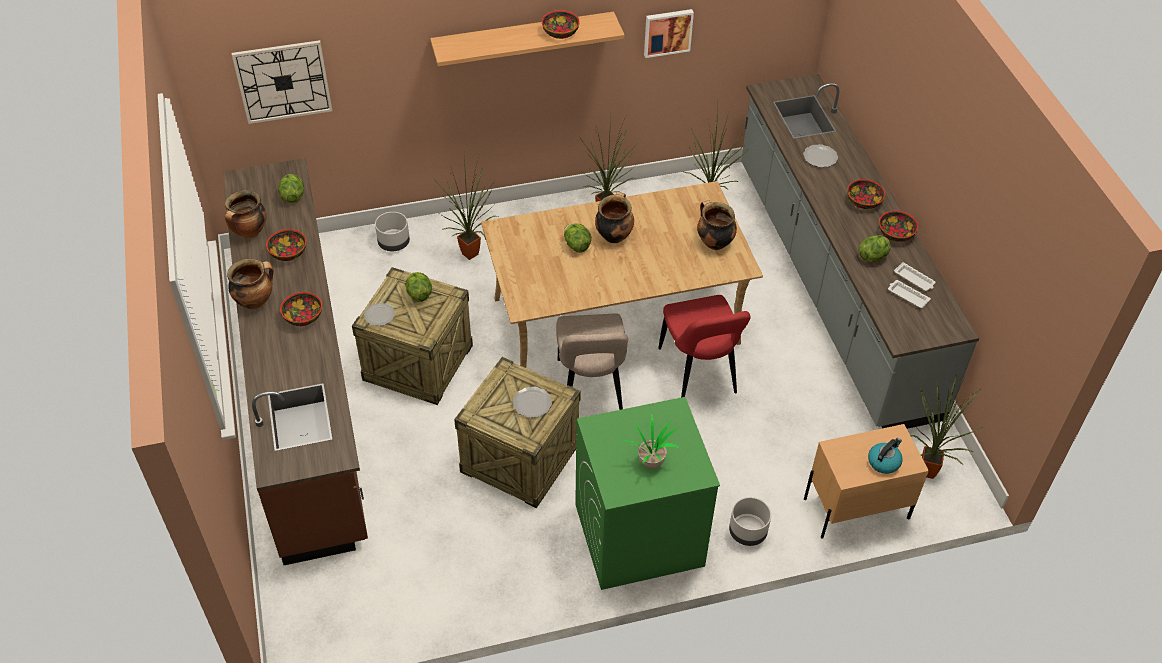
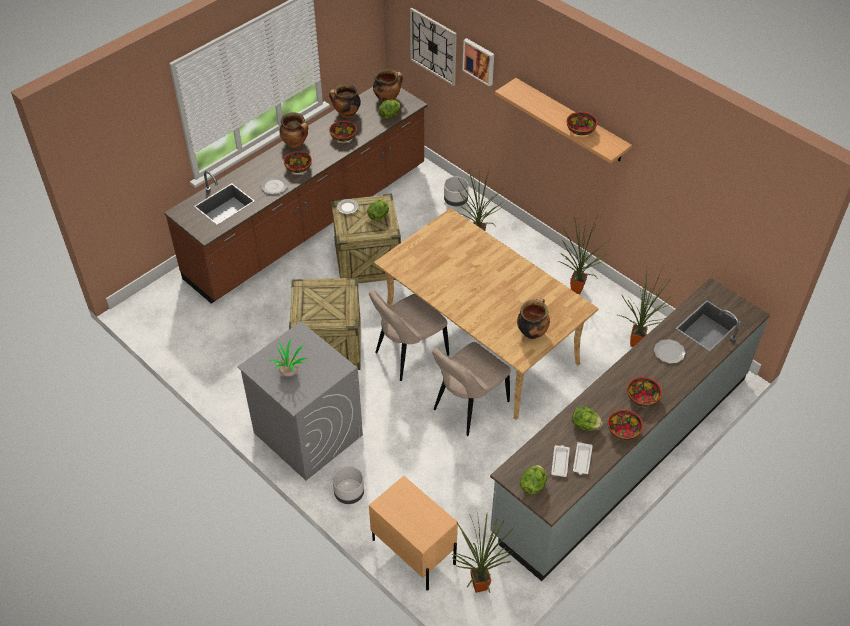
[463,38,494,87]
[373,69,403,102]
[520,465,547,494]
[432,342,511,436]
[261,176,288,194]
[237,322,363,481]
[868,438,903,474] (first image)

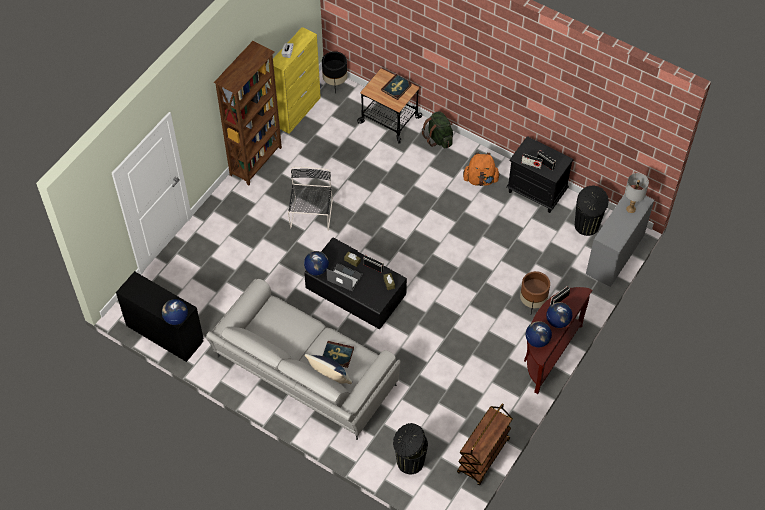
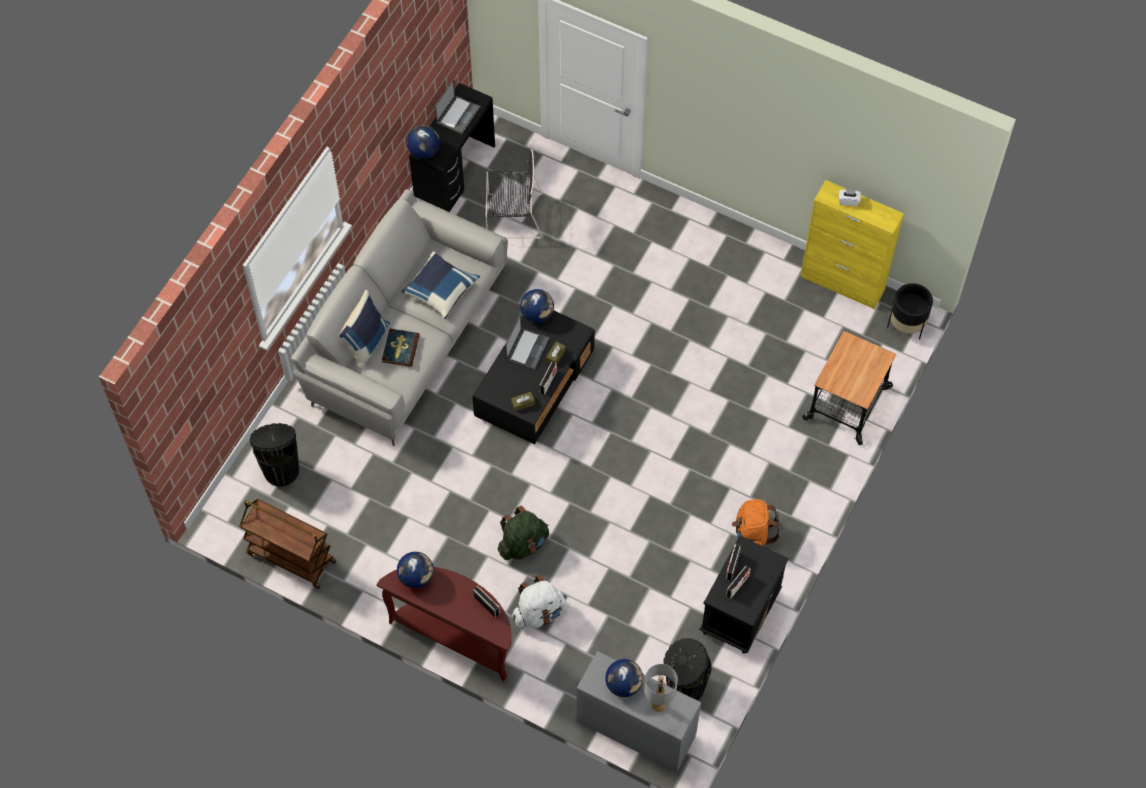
[214,41,282,186] (first image)
[381,74,412,100] (first image)
[498,506,549,560]
[486,149,543,239]
[512,575,567,628]
[605,659,643,697]
[435,79,481,134]
[401,251,480,319]

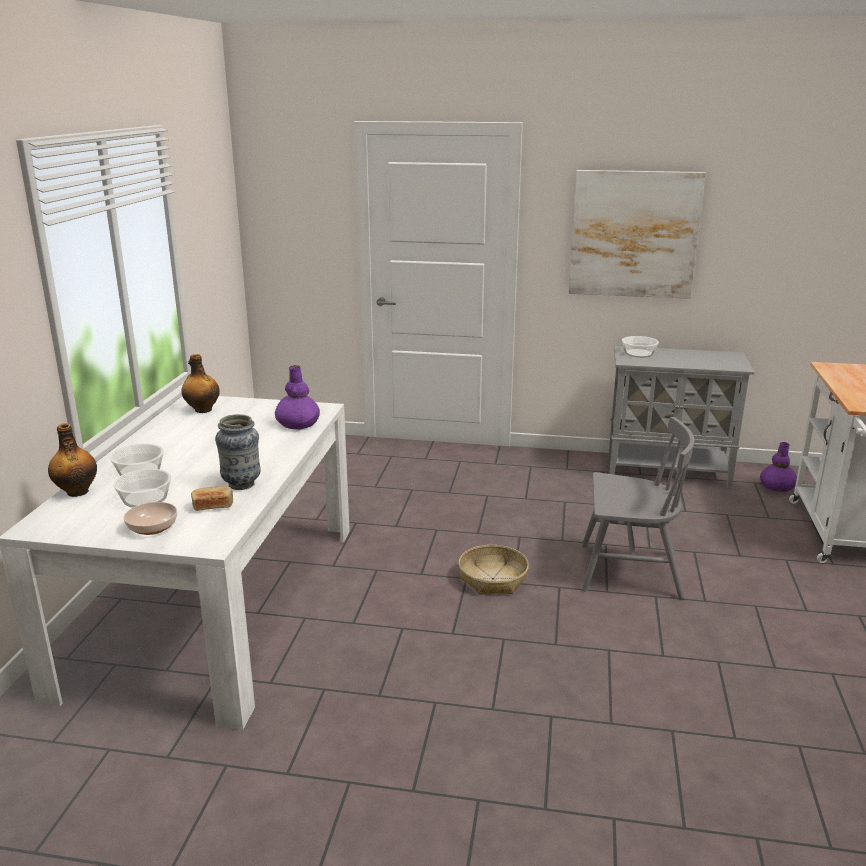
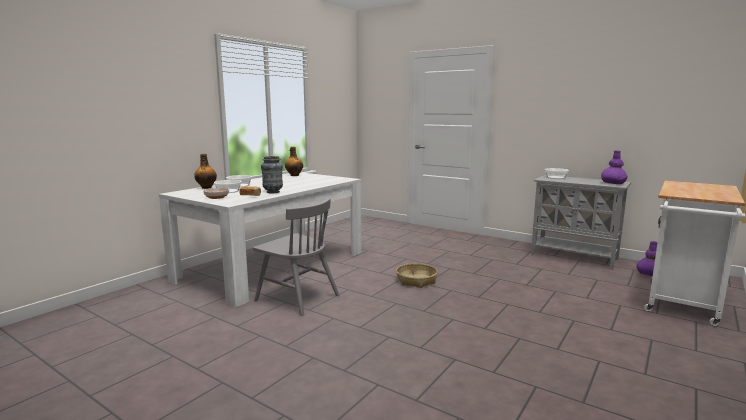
[569,170,706,299] (first image)
[601,151,627,184]
[253,198,340,316]

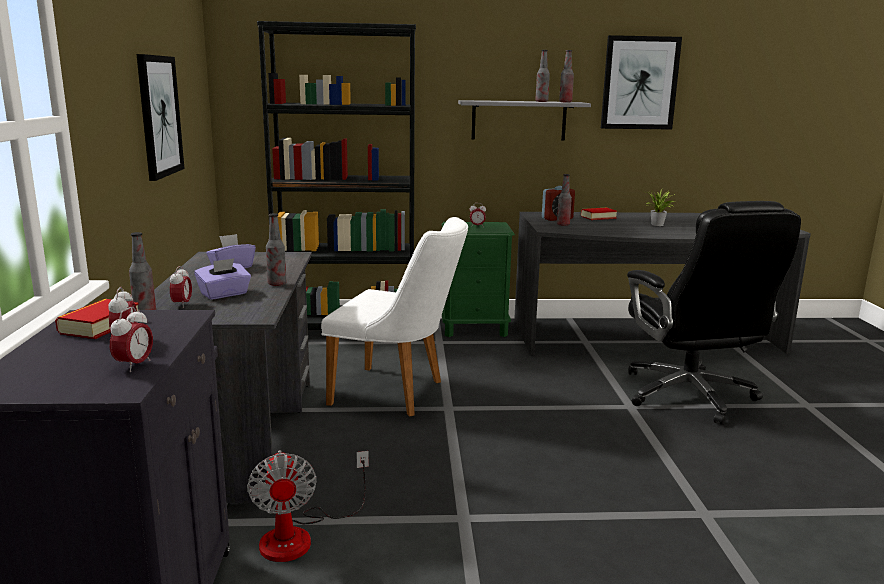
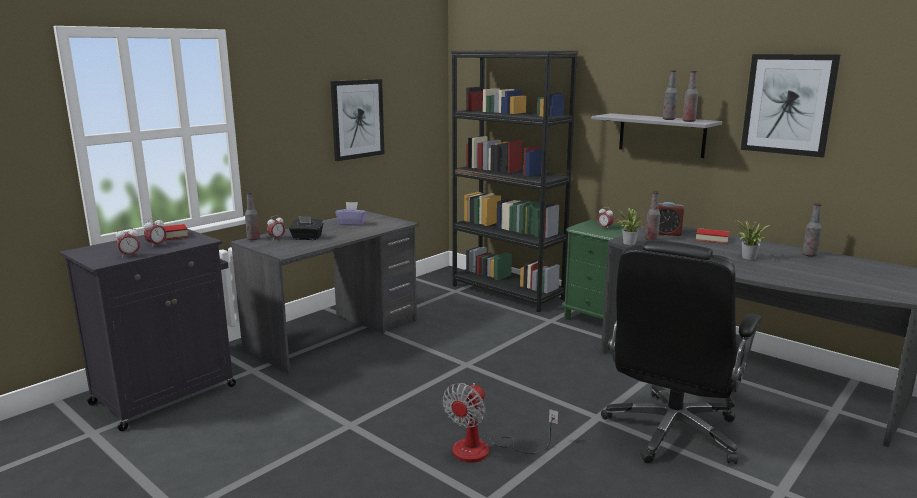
[802,203,822,257]
[321,217,468,417] (first image)
[289,216,323,240]
[443,383,558,463]
[616,207,644,245]

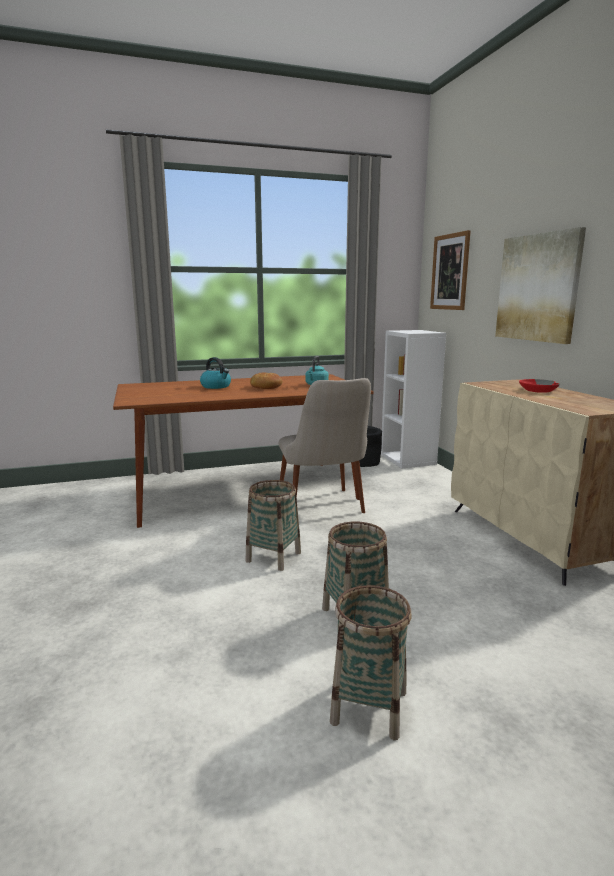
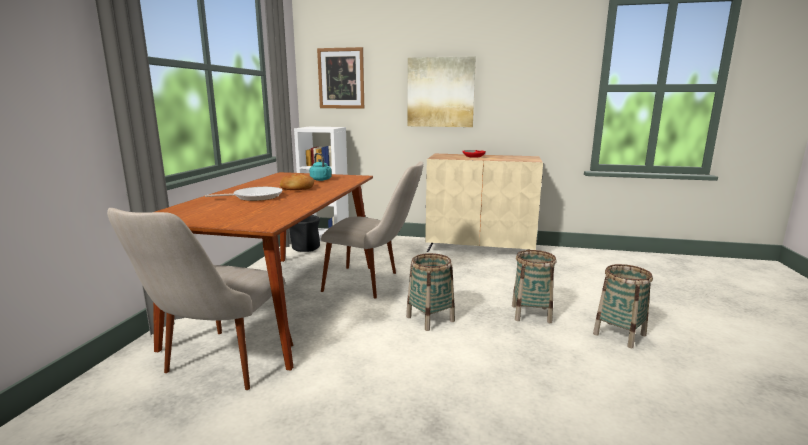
[205,187,283,201]
[107,208,293,390]

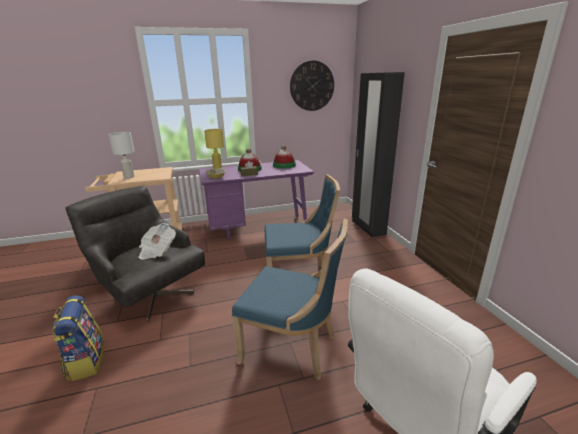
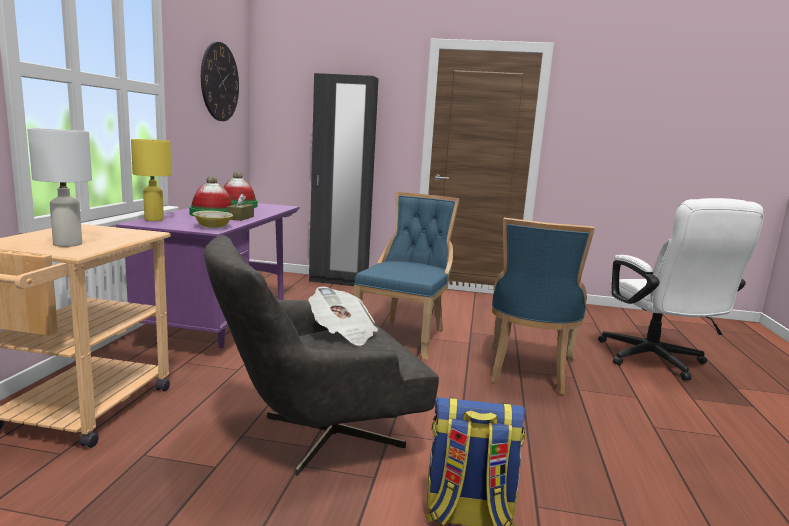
[490,218,595,395]

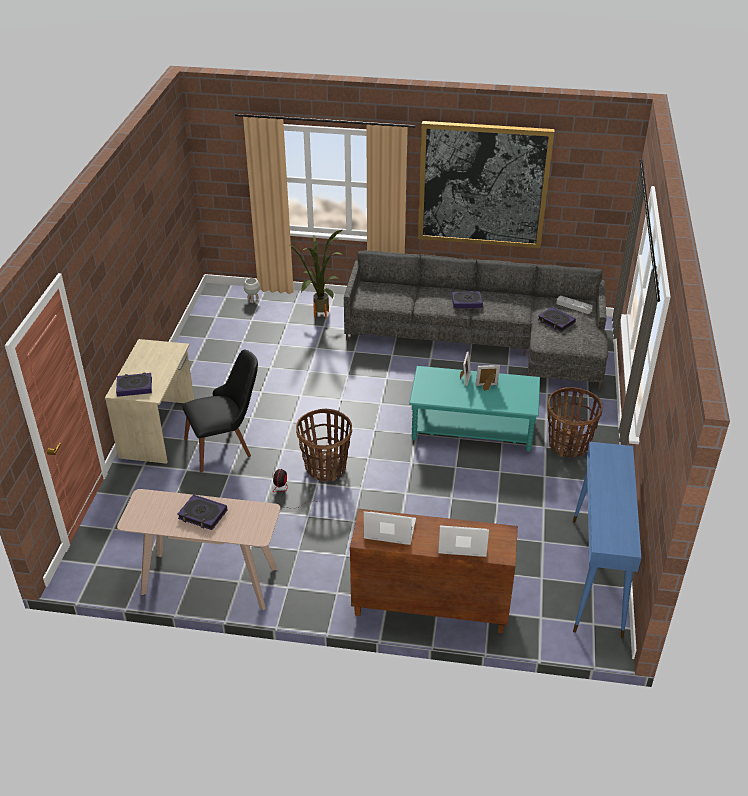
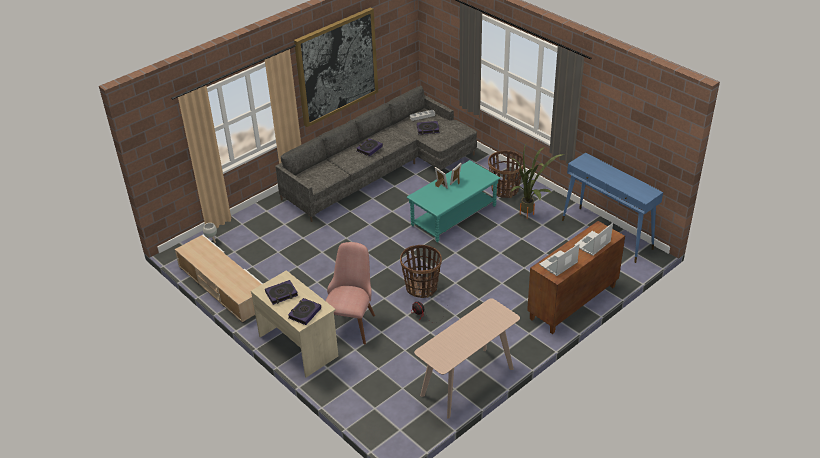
[511,142,564,219]
[325,242,375,344]
[265,280,298,305]
[175,235,263,323]

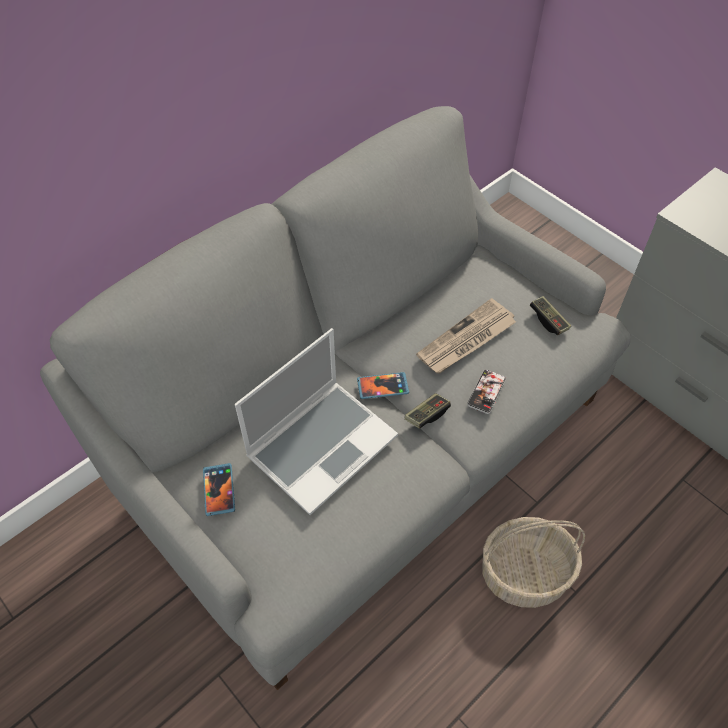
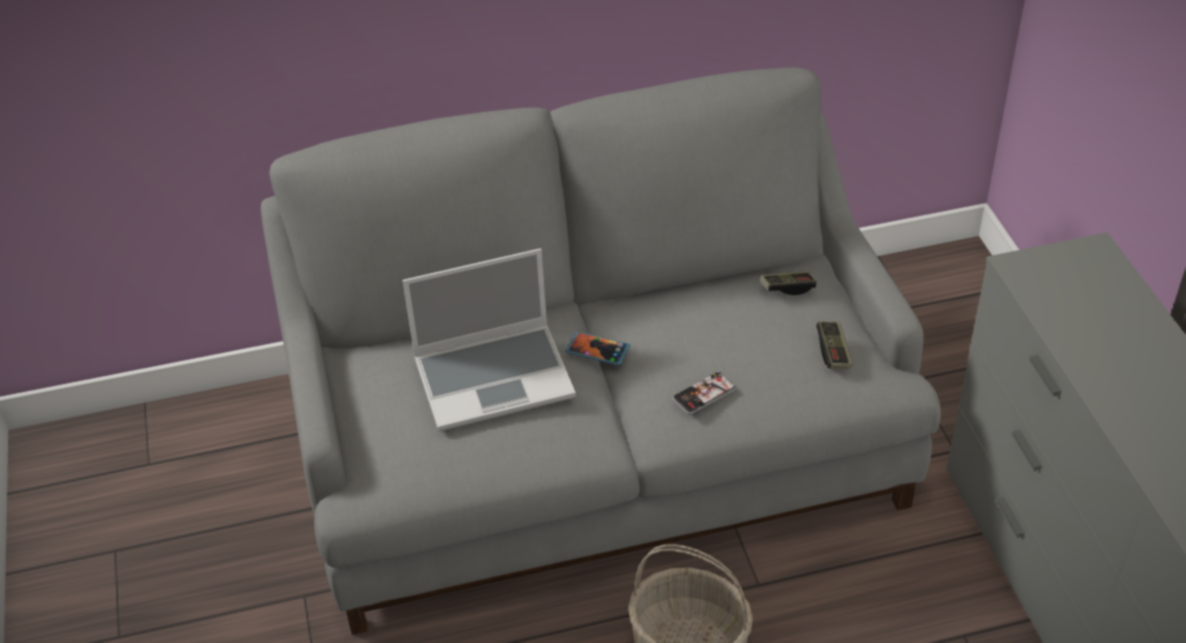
[416,298,516,374] (first image)
[760,271,817,295]
[203,463,235,516] (first image)

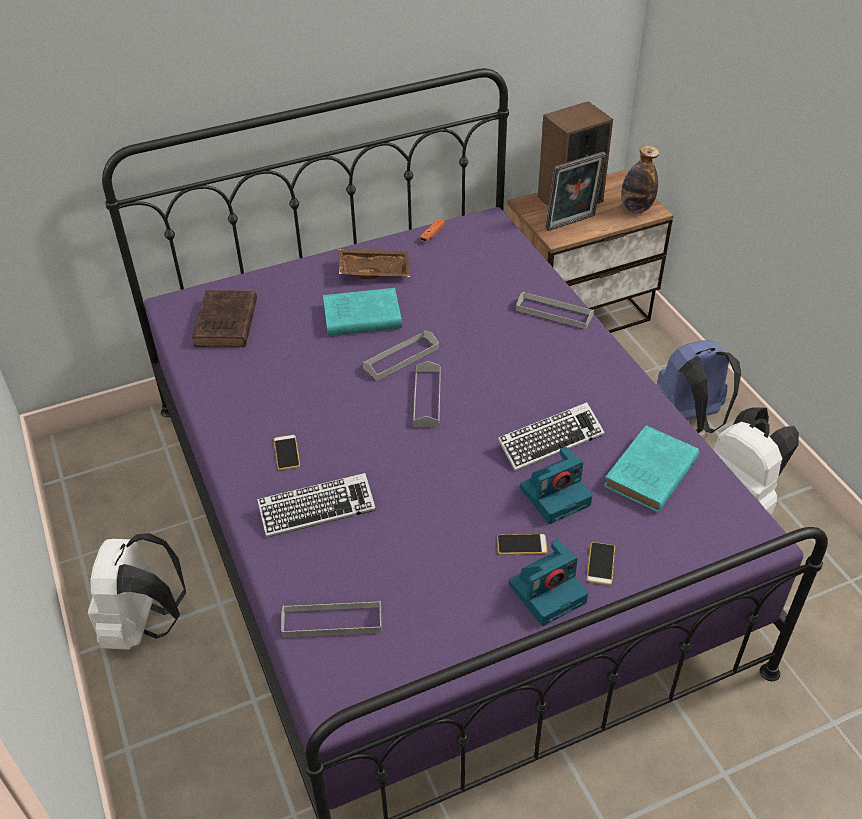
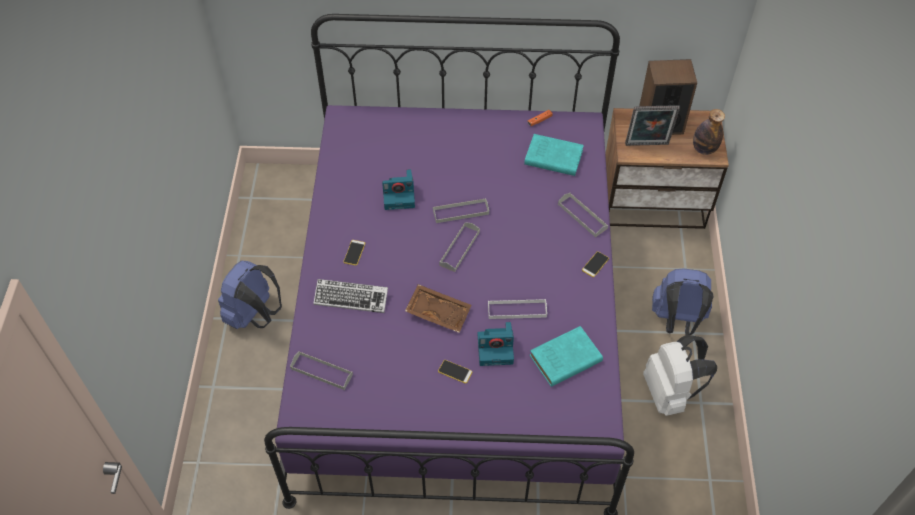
[405,284,471,333]
[524,134,584,176]
[192,290,257,347] (first image)
[488,299,547,319]
[218,261,282,329]
[382,169,415,210]
[582,251,609,277]

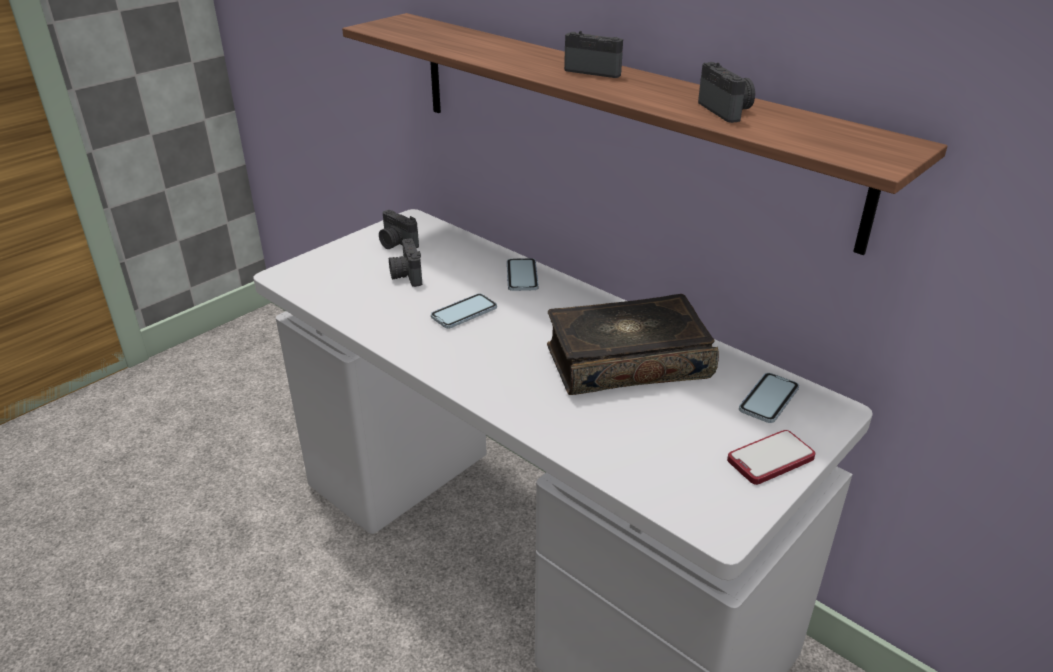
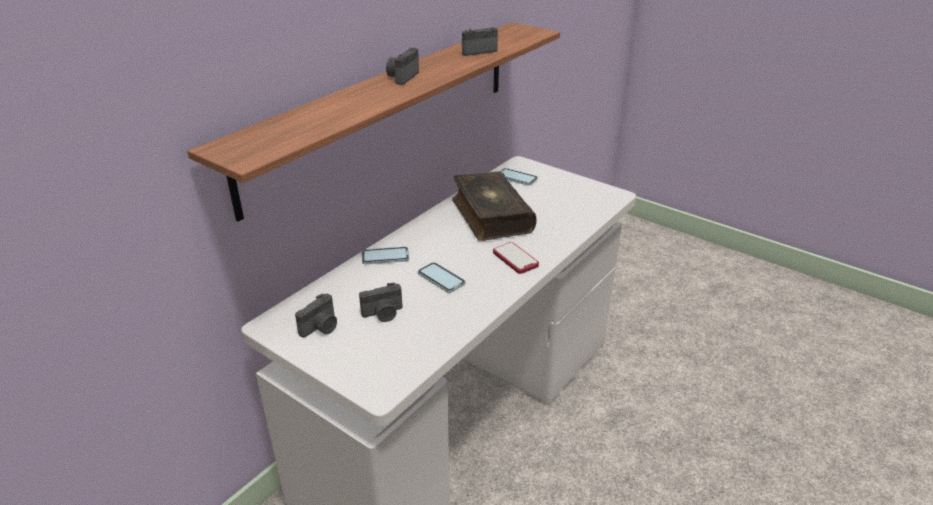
[493,242,539,274]

